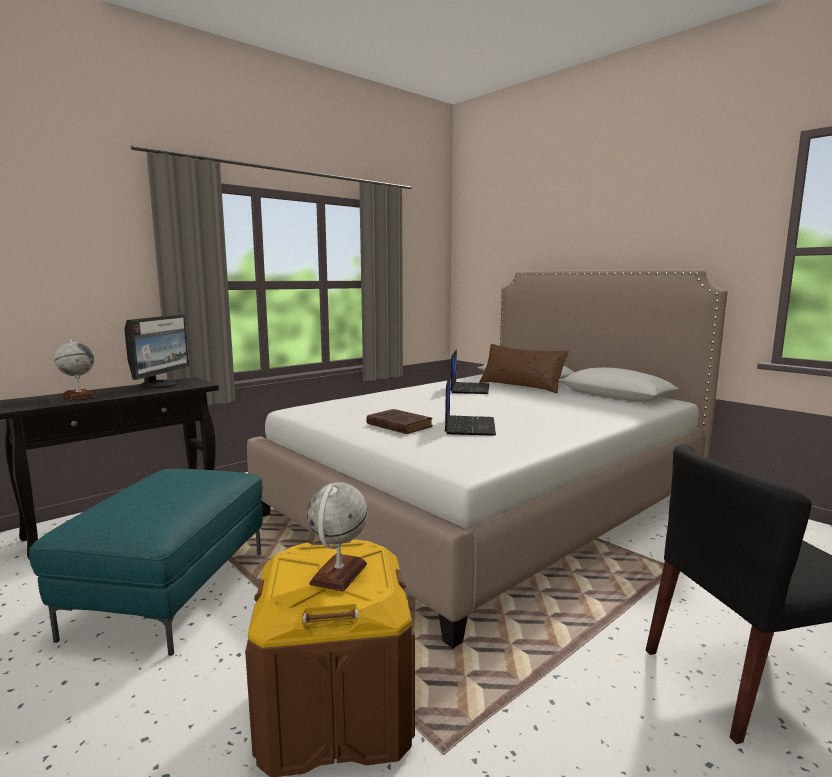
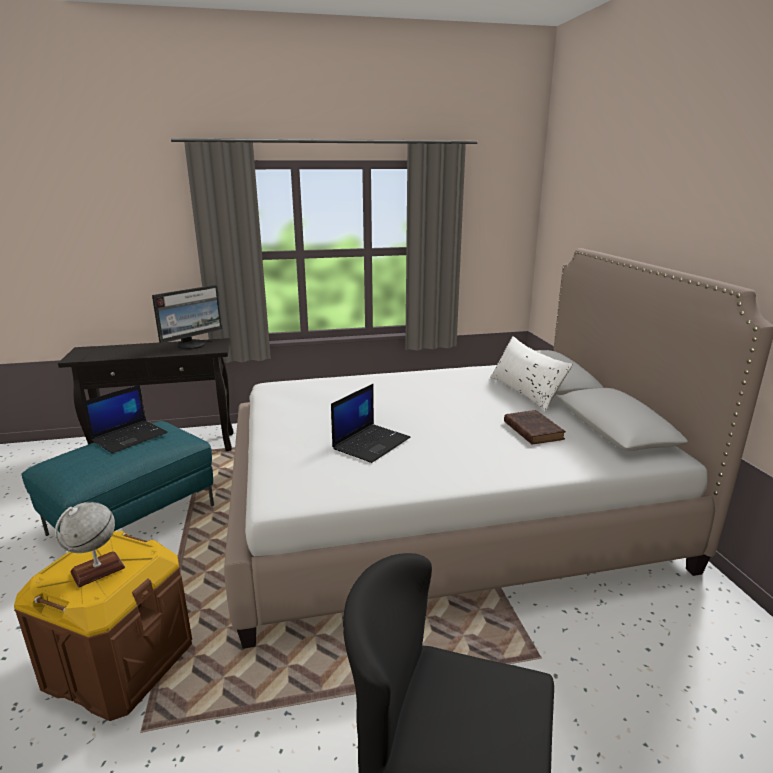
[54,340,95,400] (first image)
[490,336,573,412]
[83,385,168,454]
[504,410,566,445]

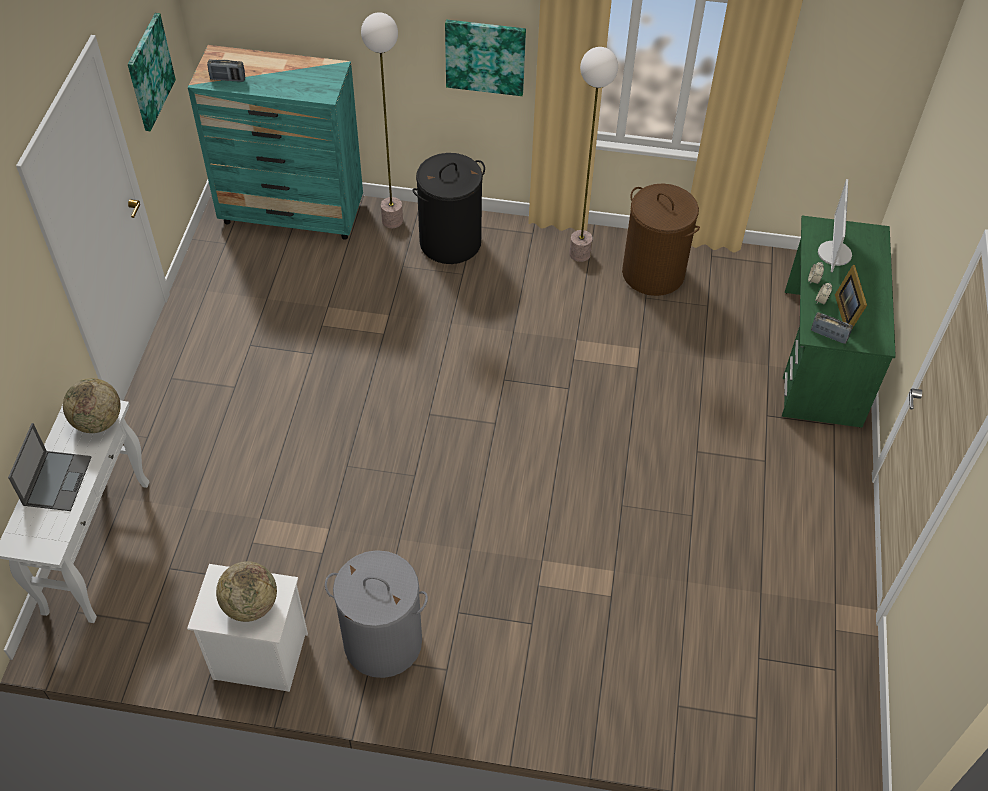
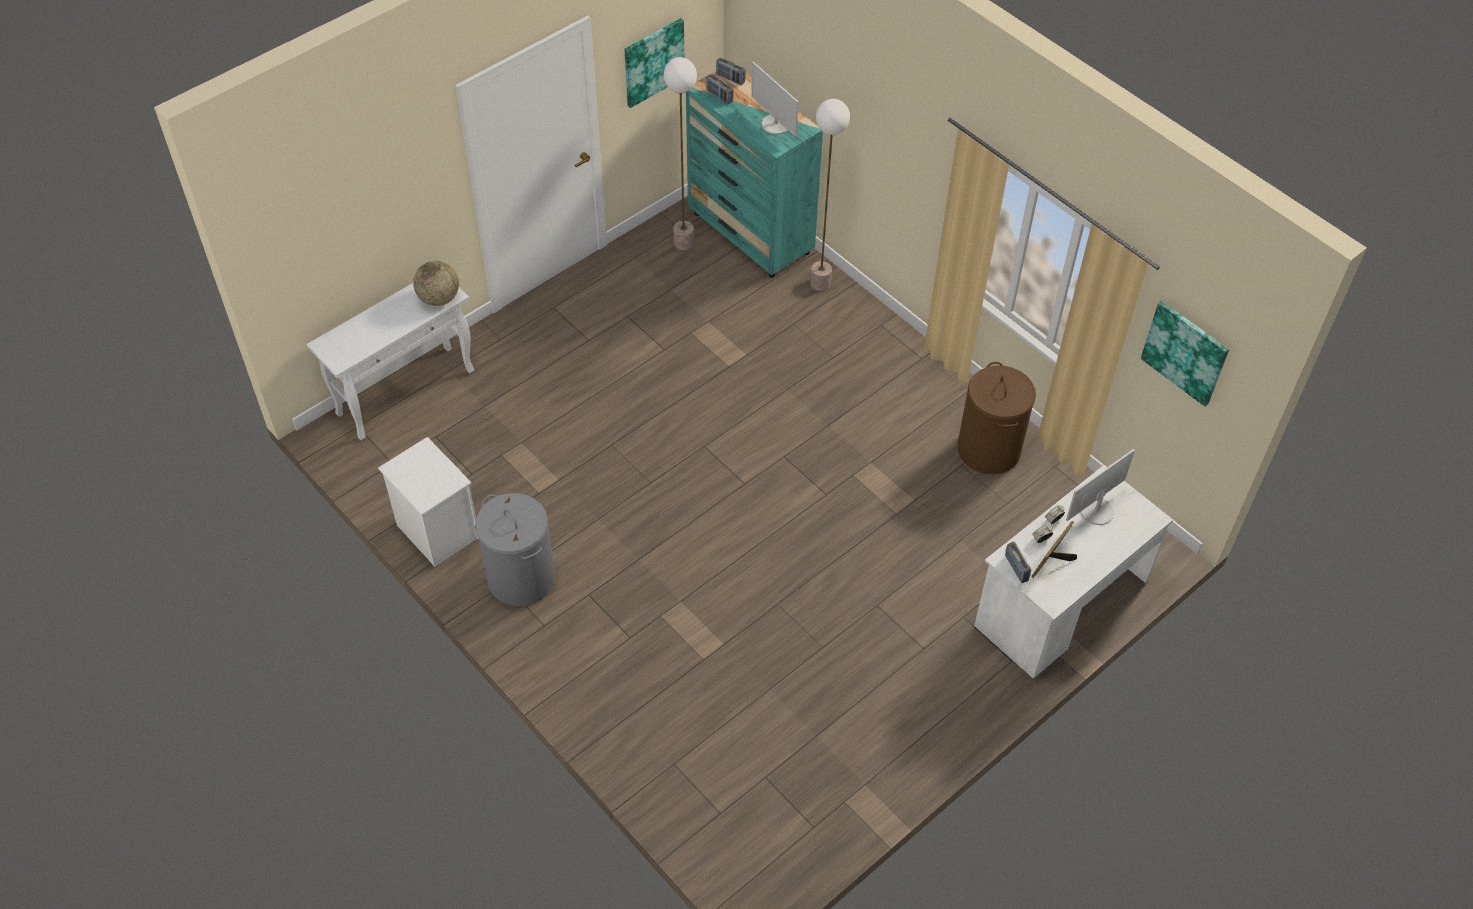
[1141,301,1229,406]
[663,57,697,250]
[412,153,485,264] (first image)
[974,465,1173,679]
[8,423,91,511] (first image)
[216,561,277,622] (first image)
[716,58,746,85]
[751,61,799,137]

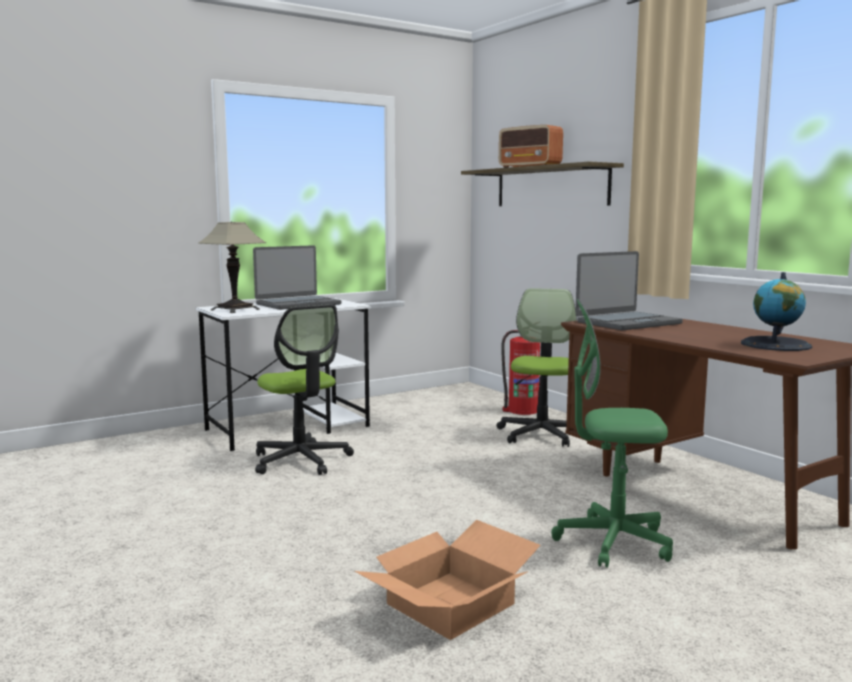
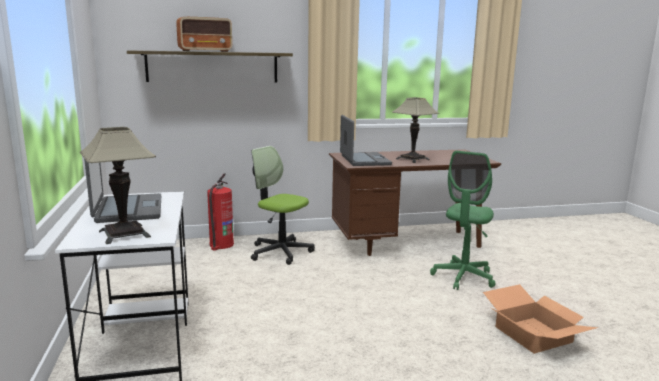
[741,272,812,351] (first image)
[255,304,354,475] (first image)
[392,97,439,163]

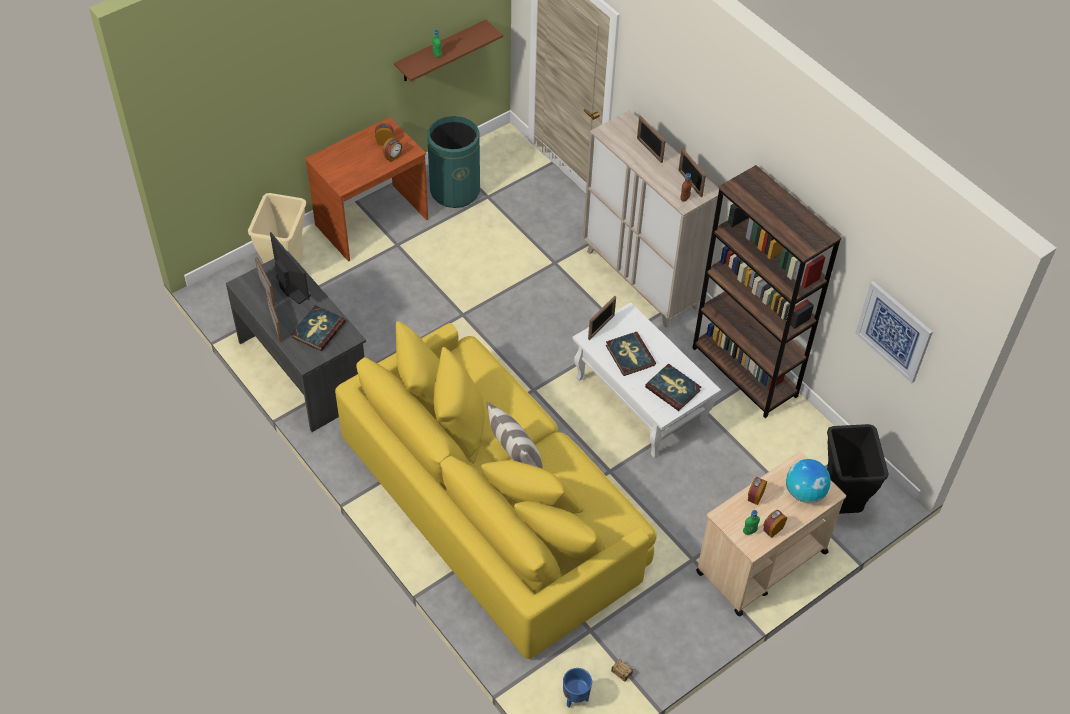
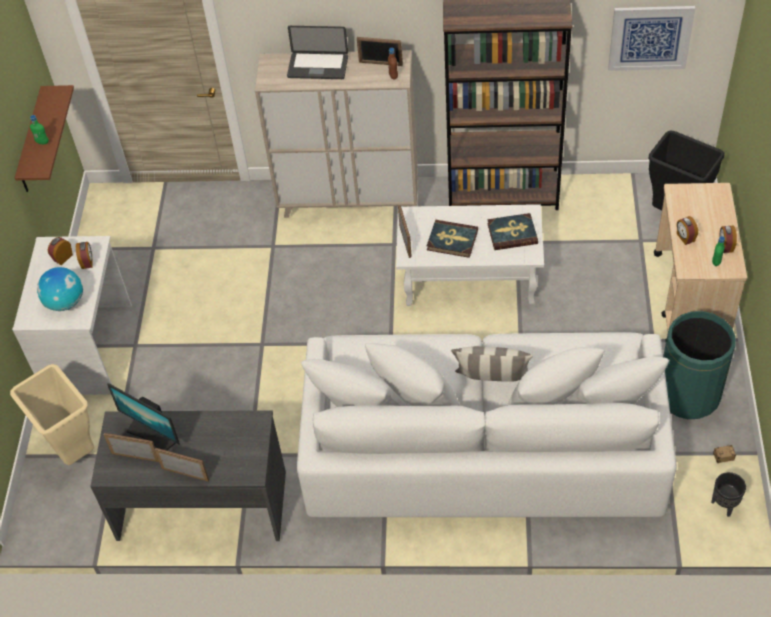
[663,311,736,419]
[287,26,348,79]
[12,236,132,395]
[107,383,180,451]
[291,305,346,351] (first image)
[297,332,677,517]
[37,267,83,311]
[711,472,746,517]

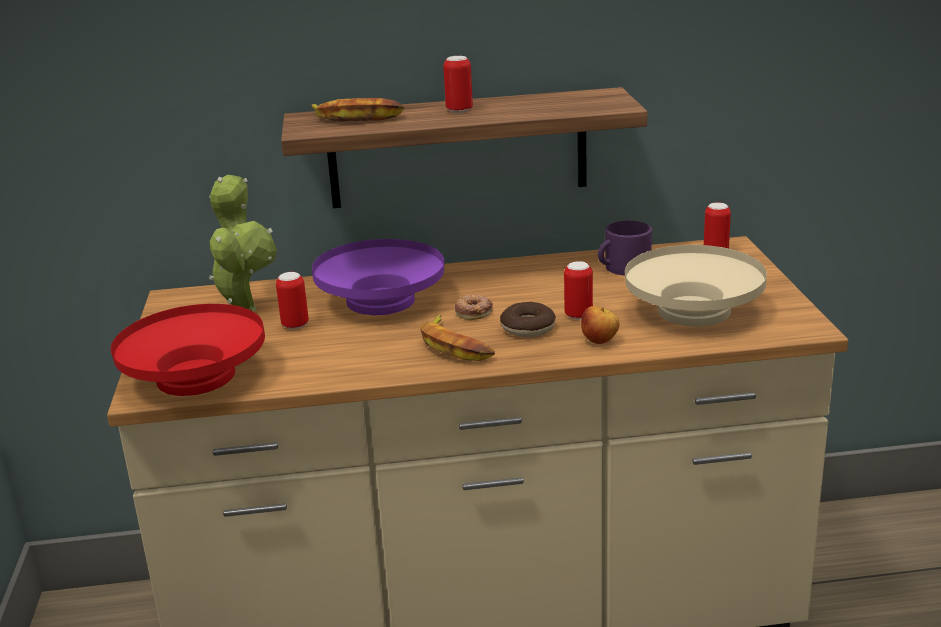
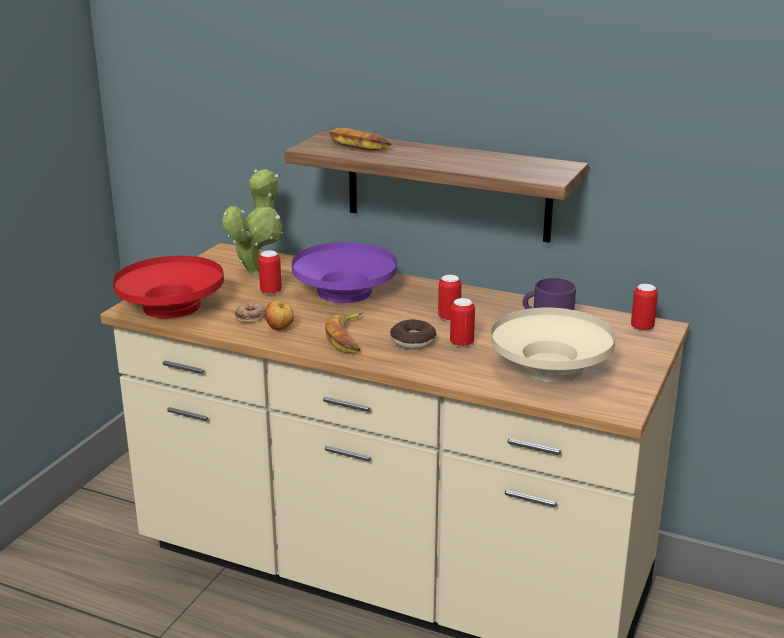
[438,275,462,321]
[235,303,266,323]
[265,300,294,330]

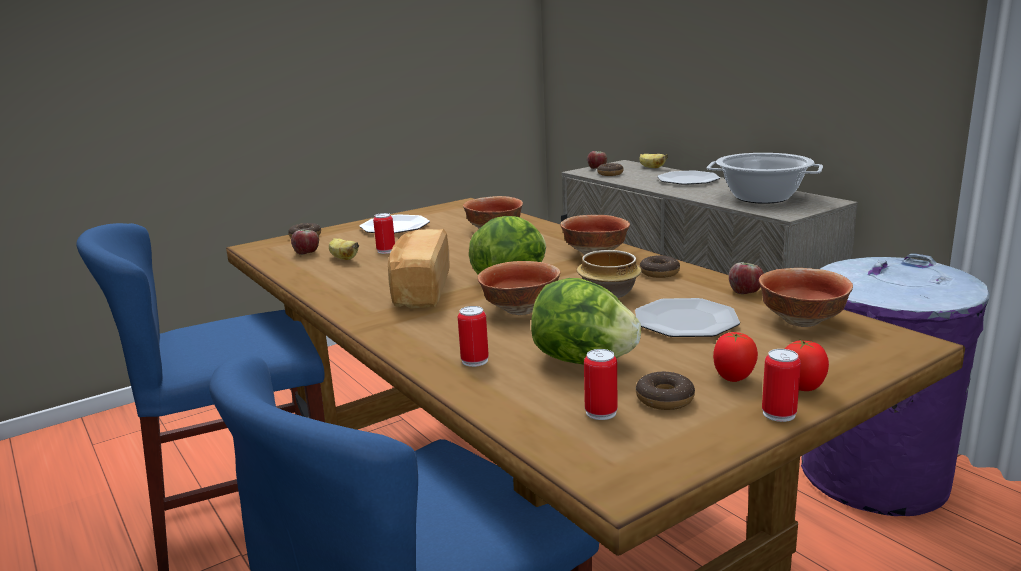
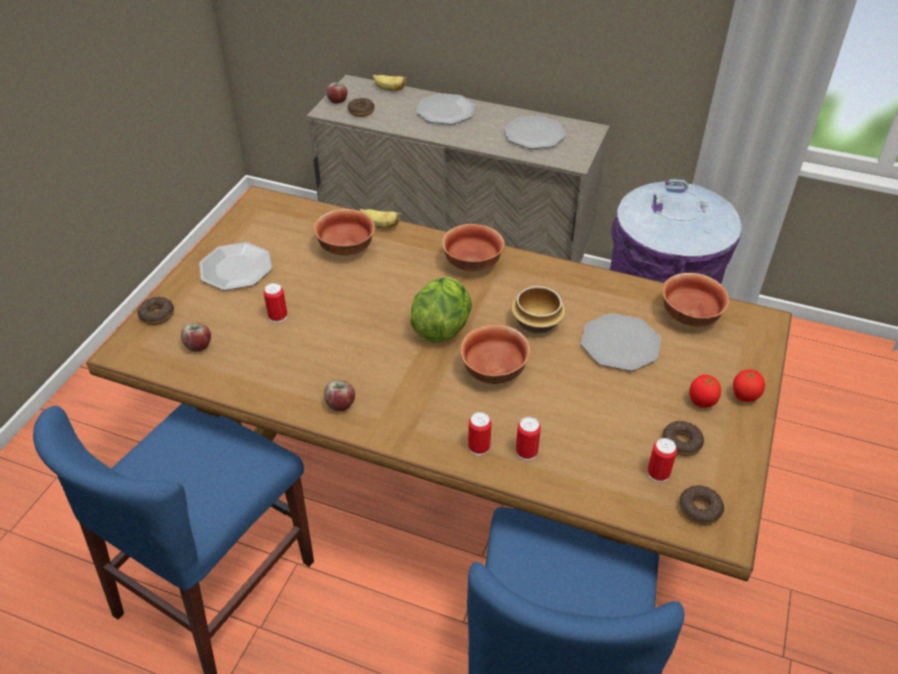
[504,115,566,149]
[388,229,450,309] (first image)
[360,209,402,228]
[679,485,724,525]
[324,380,355,411]
[531,278,641,365] (first image)
[468,412,492,455]

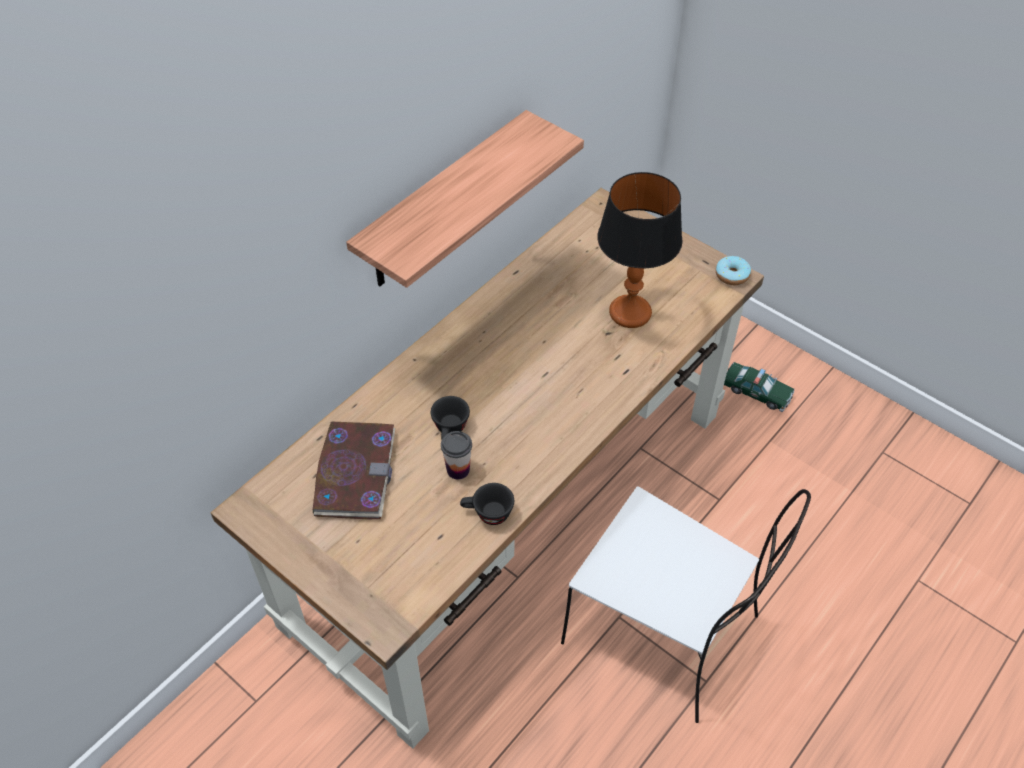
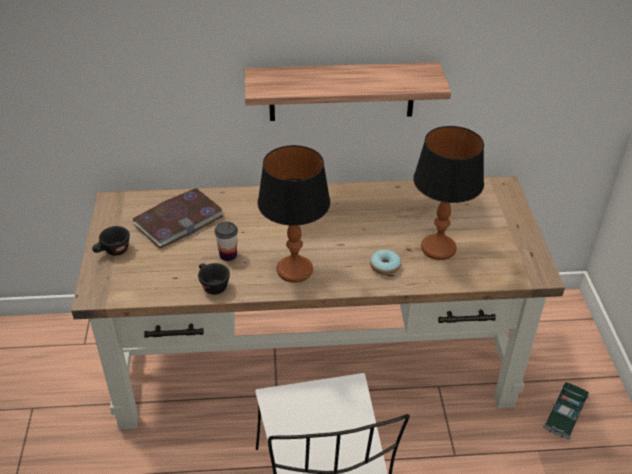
[370,249,401,275]
[543,382,589,440]
[92,226,130,255]
[257,145,330,283]

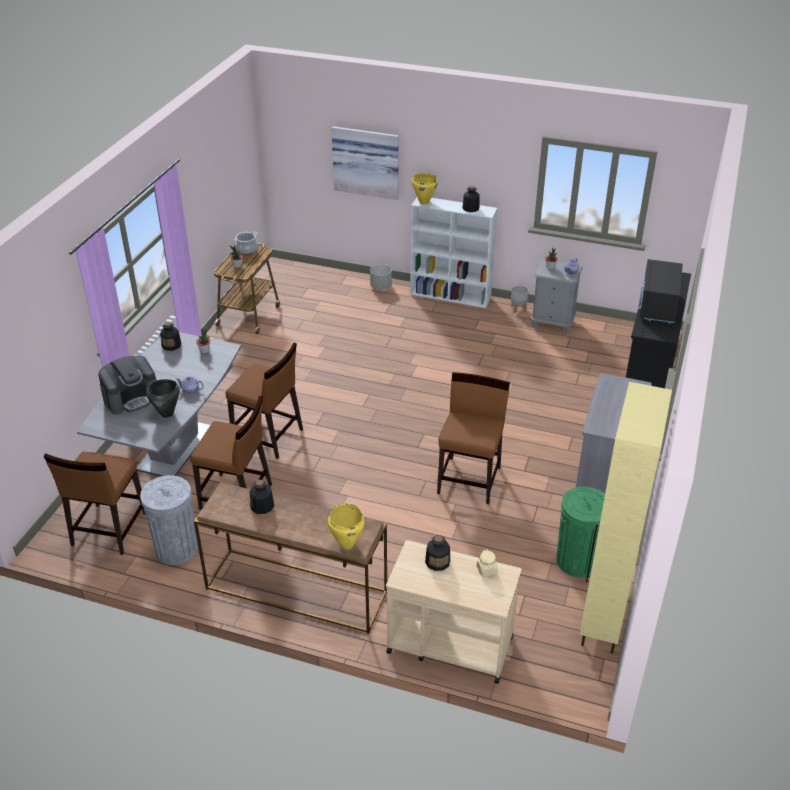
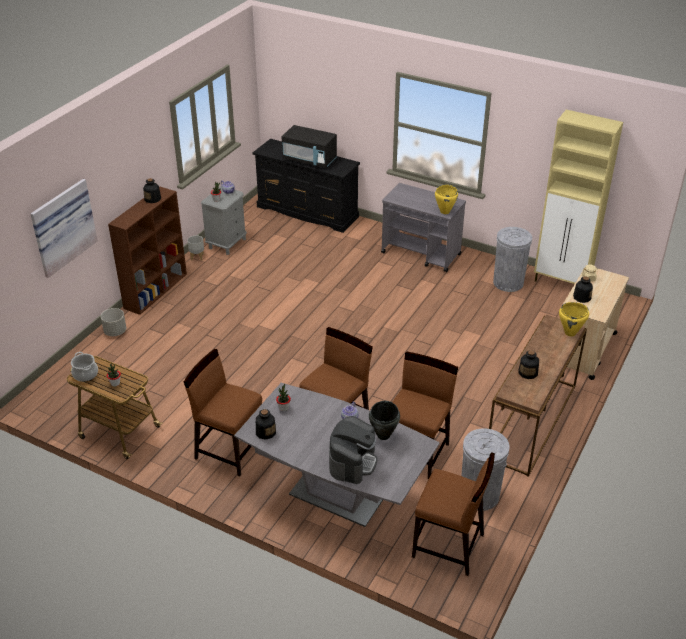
[435,185,458,214]
[108,186,187,315]
[329,416,377,484]
[184,349,262,477]
[493,227,532,292]

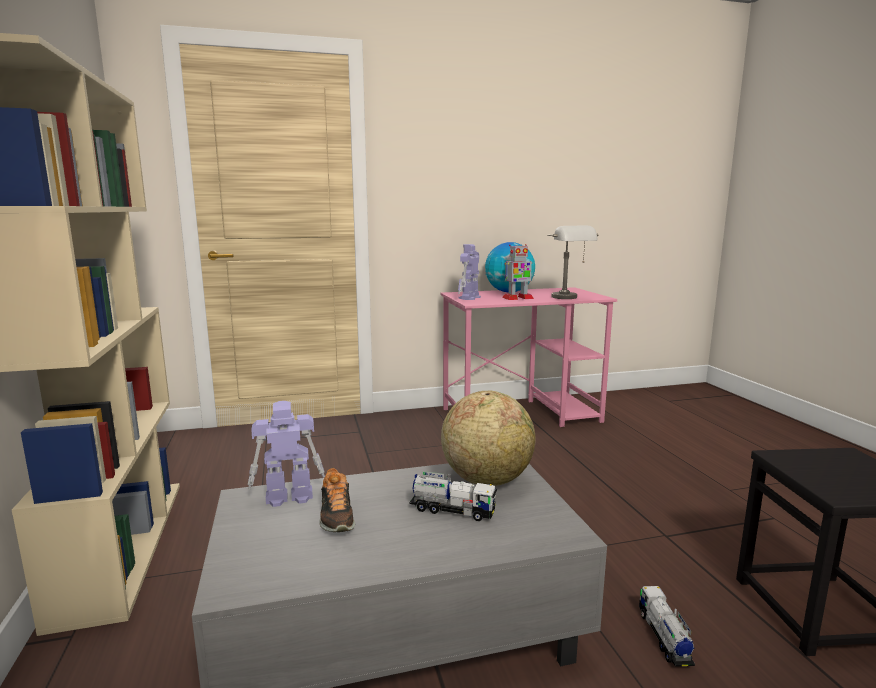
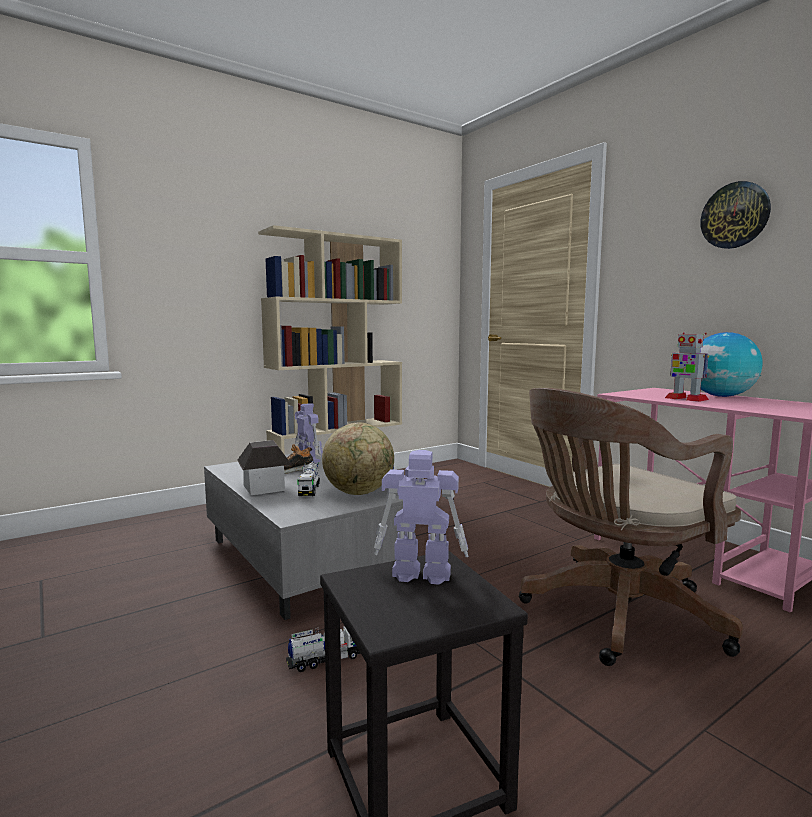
[547,226,598,299] (first image)
[374,450,468,585]
[700,181,771,249]
[519,388,743,666]
[237,440,292,495]

